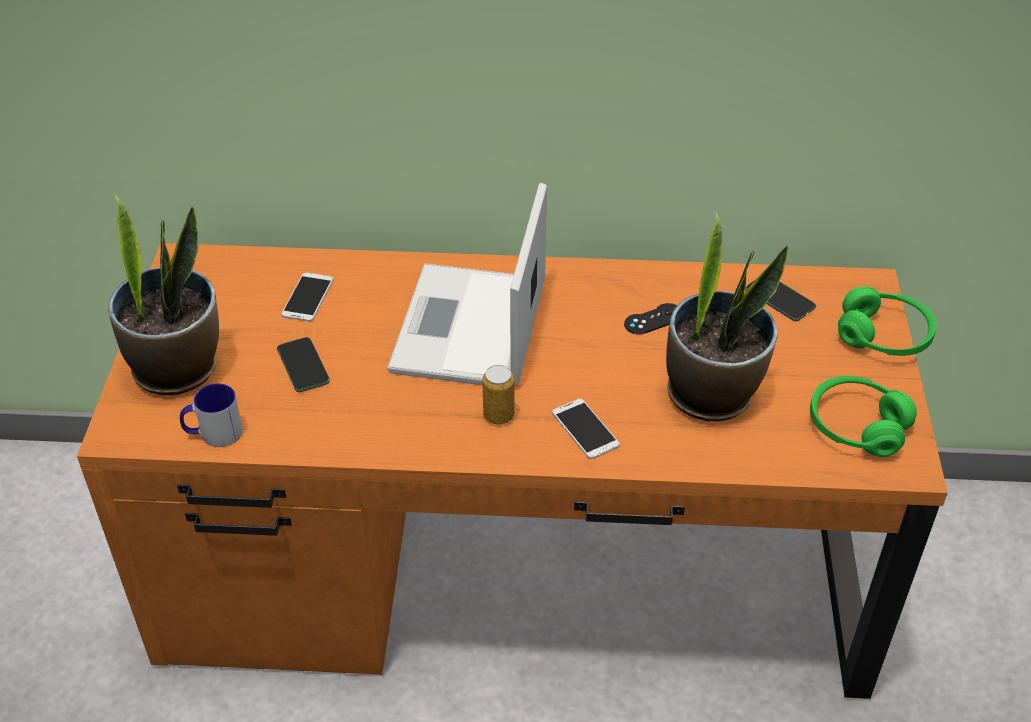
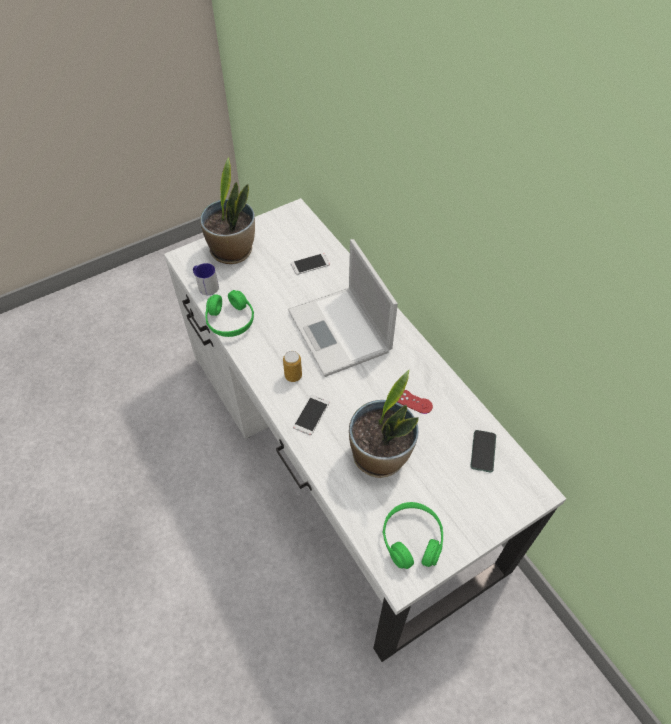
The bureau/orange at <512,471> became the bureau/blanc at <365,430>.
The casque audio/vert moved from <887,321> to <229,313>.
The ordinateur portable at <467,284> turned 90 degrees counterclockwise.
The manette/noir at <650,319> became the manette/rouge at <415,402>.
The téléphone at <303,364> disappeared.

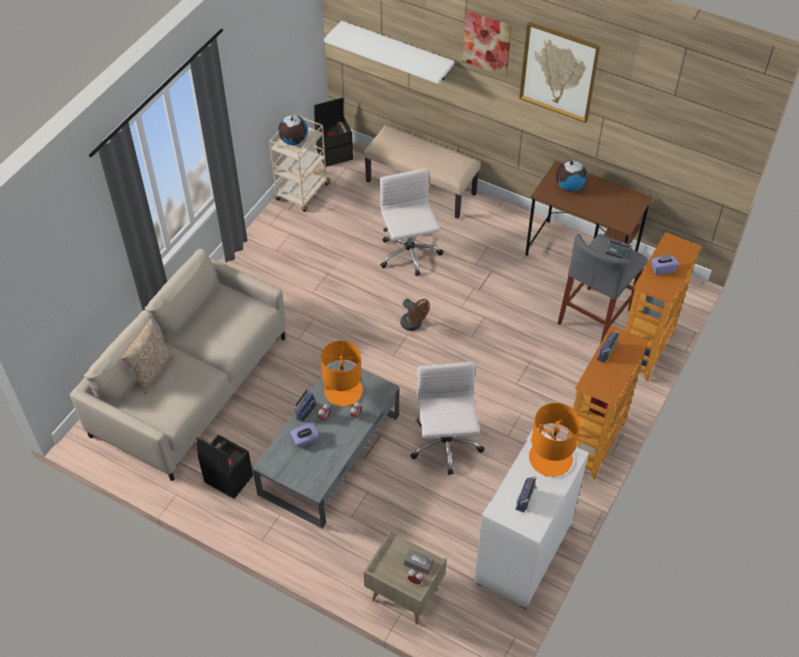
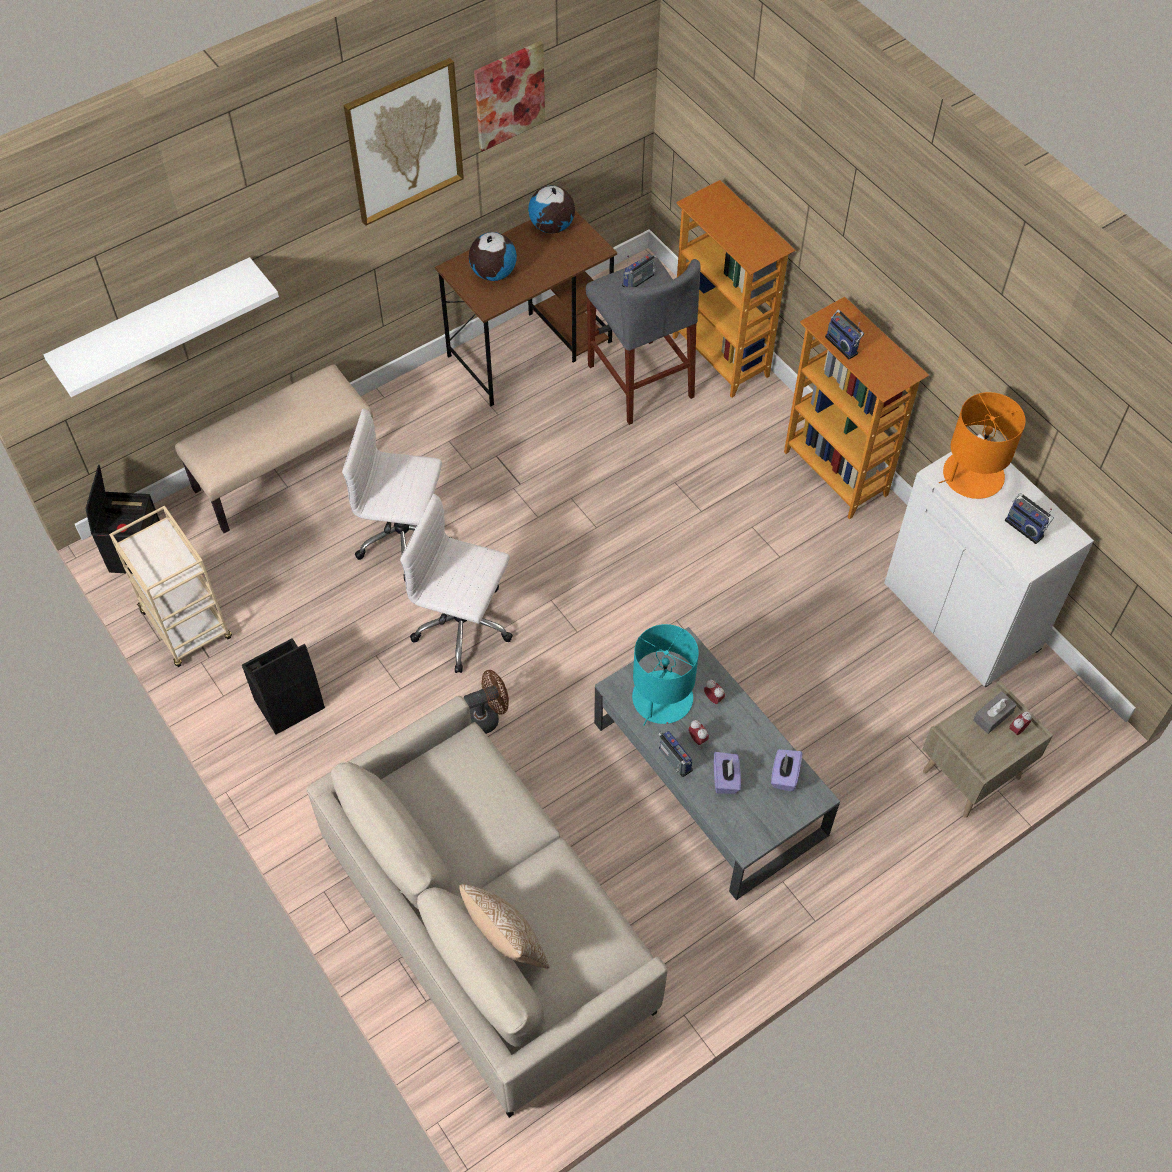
The boîte de rangement/noir moved from <224,466> to <283,686>.
The chaise de bureau/blanc moved from <447,418> to <456,583>.
The ventilateur/marron moved from <415,315> to <486,702>.
The tableau moved from <487,43> to <509,96>.
The globe moved from <293,130> to <551,209>.
The lampe de table/orange at <341,373> became the lampe de table/turquoise at <665,675>.
The boîte à mouchoirs/violet moved from <665,264> to <786,770>.

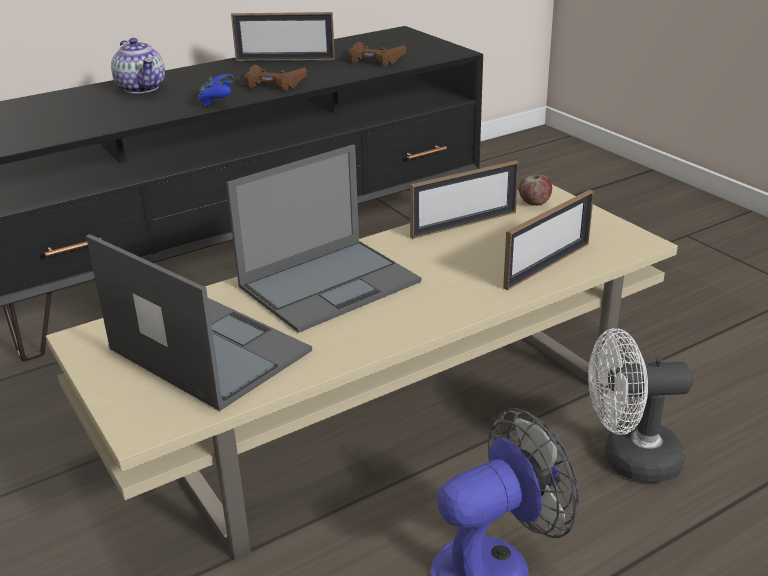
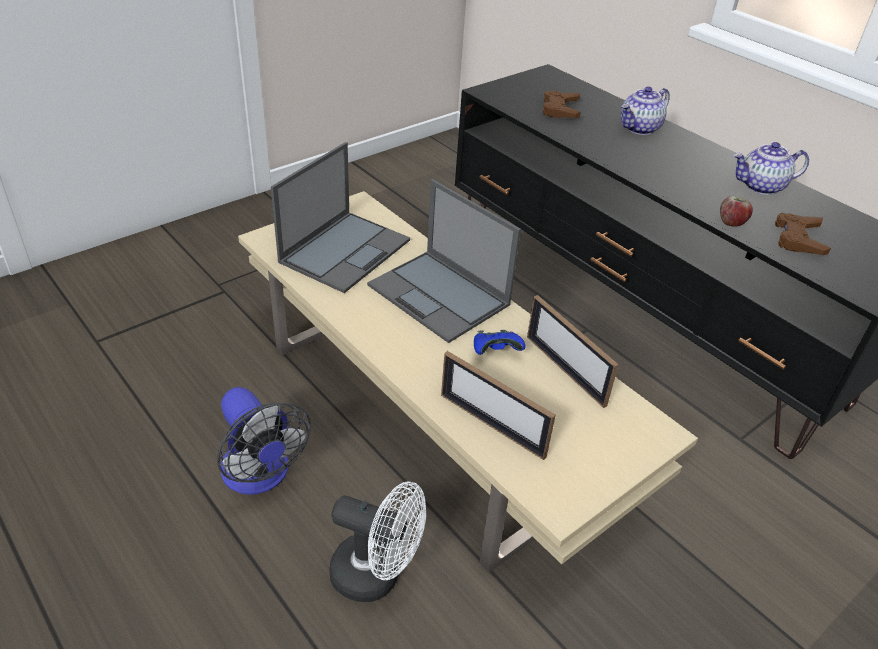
The ventilateur/blanc at <641,405> turned 120 degrees clockwise.
The manette/bleu moved from <216,90> to <500,342>.
The manette/marron moved from <275,77> to <562,104>.
The pomme moved from <535,190> to <736,211>.
The cadre photo at <283,36> was replaced by the théière at <771,168>.

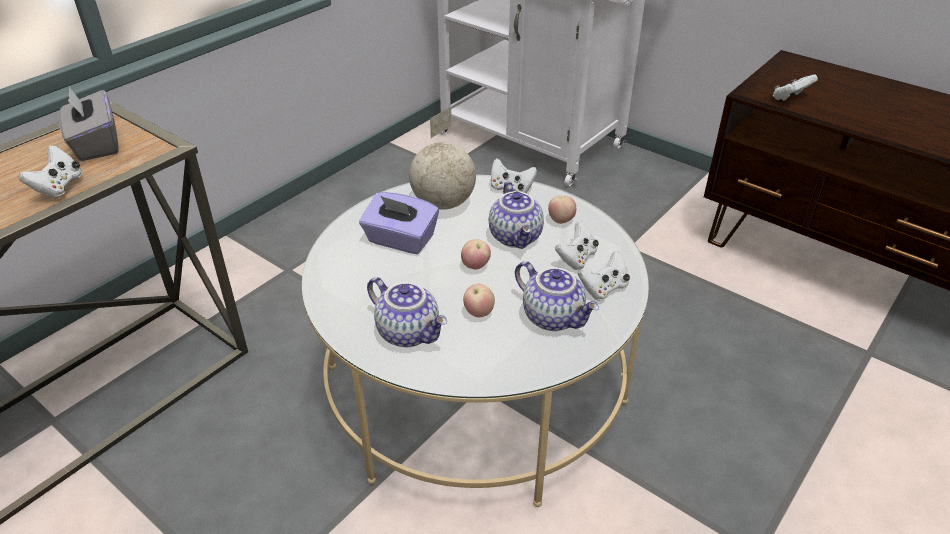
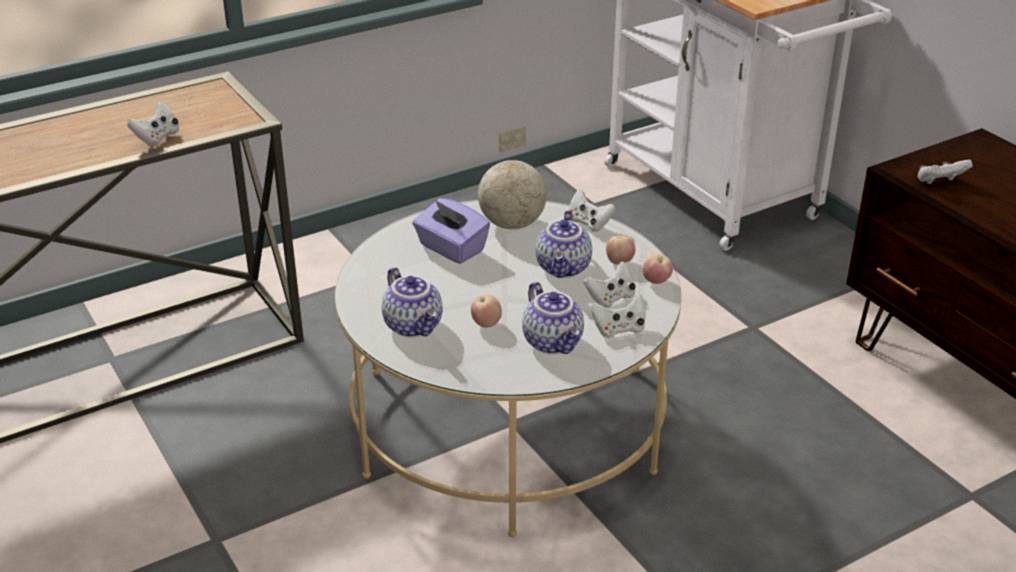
The pomme moved from <476,254> to <658,269>.
The boîte à mouchoirs/gris at <89,124> disappeared.

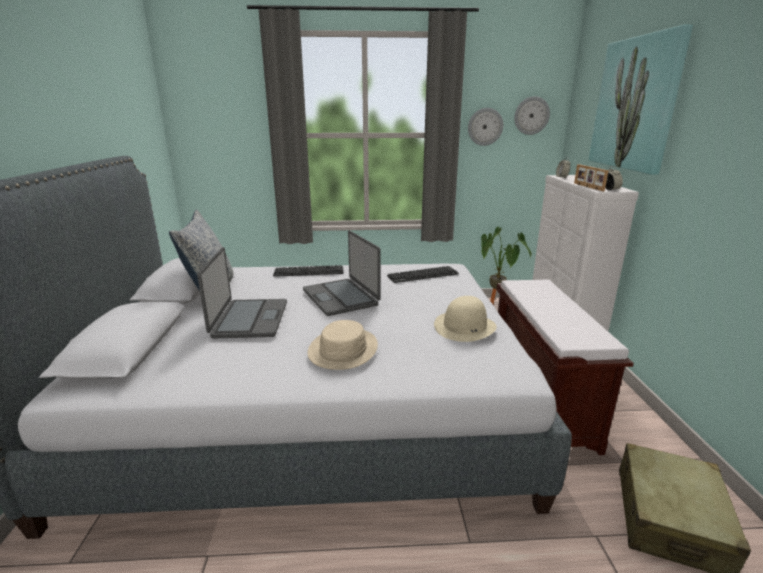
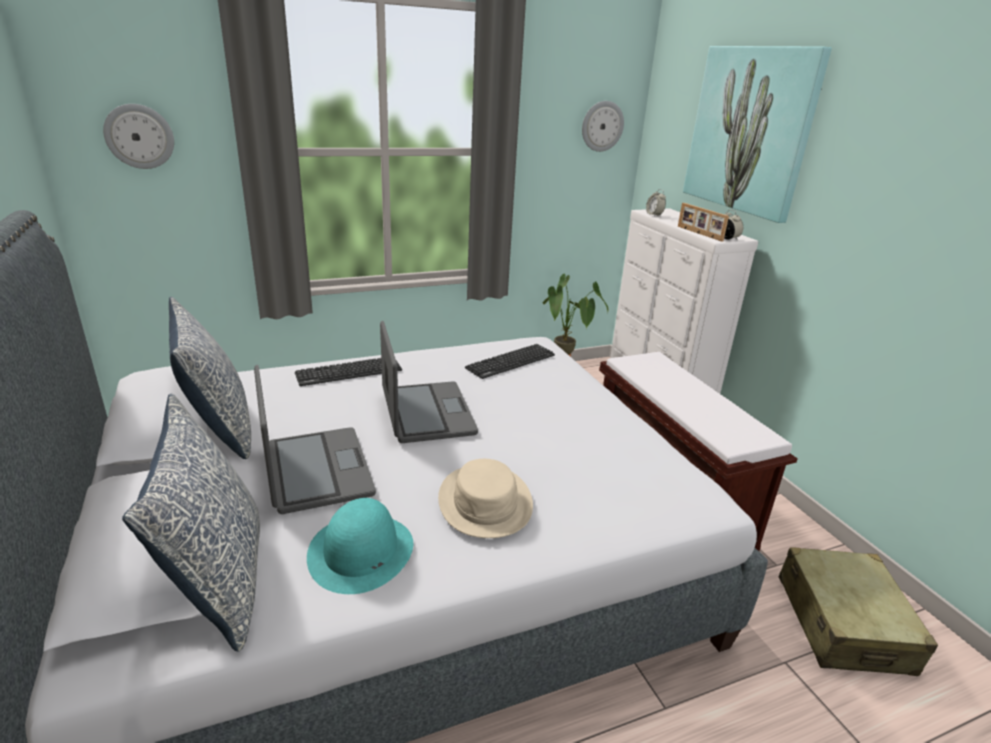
The horloge murale moved from <485,127> to <138,136>.
The coussin at <191,523> appeared.
The chapeau/turquoise at <360,546> appeared.
The ordinateur portable at <342,273> turned 150 degrees counterclockwise.
The chapeau/beige at <465,319> disappeared.

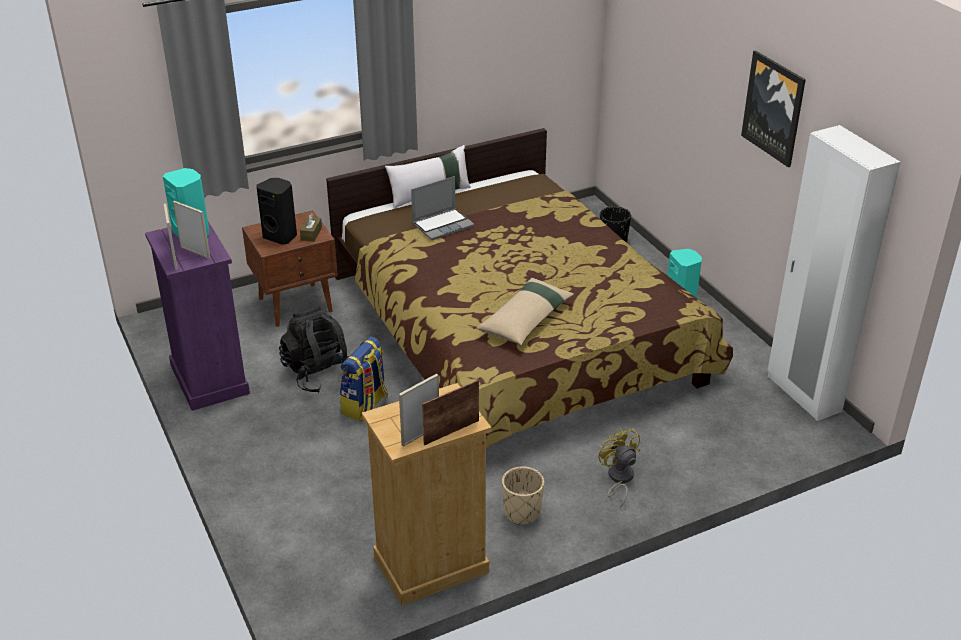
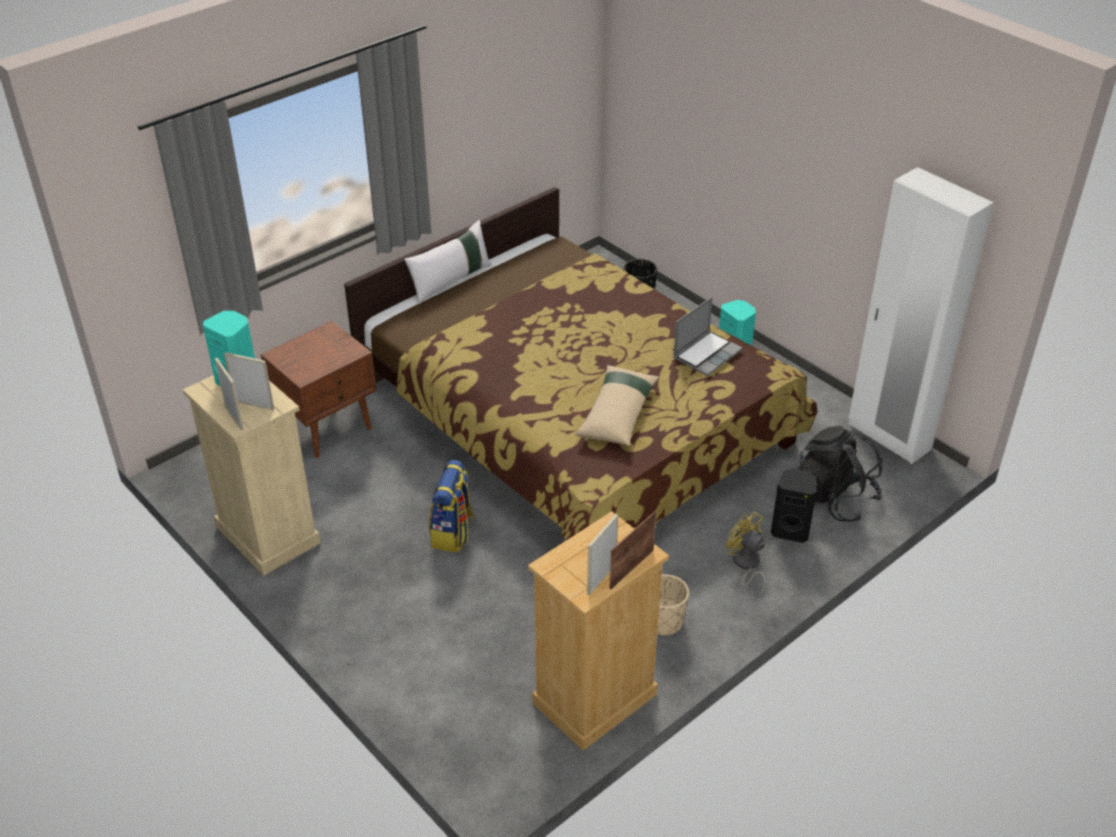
The commode/violet at <197,316> became the commode/beige at <251,475>.
The ordinateur portable moved from <443,208> to <708,336>.
The enceinte/noir moved from <277,211> to <794,506>.
The sac à dos/noir moved from <313,349> to <840,474>.
The boîte à mouchoirs/marron at <311,227> disappeared.
The tableau at <773,108> disappeared.

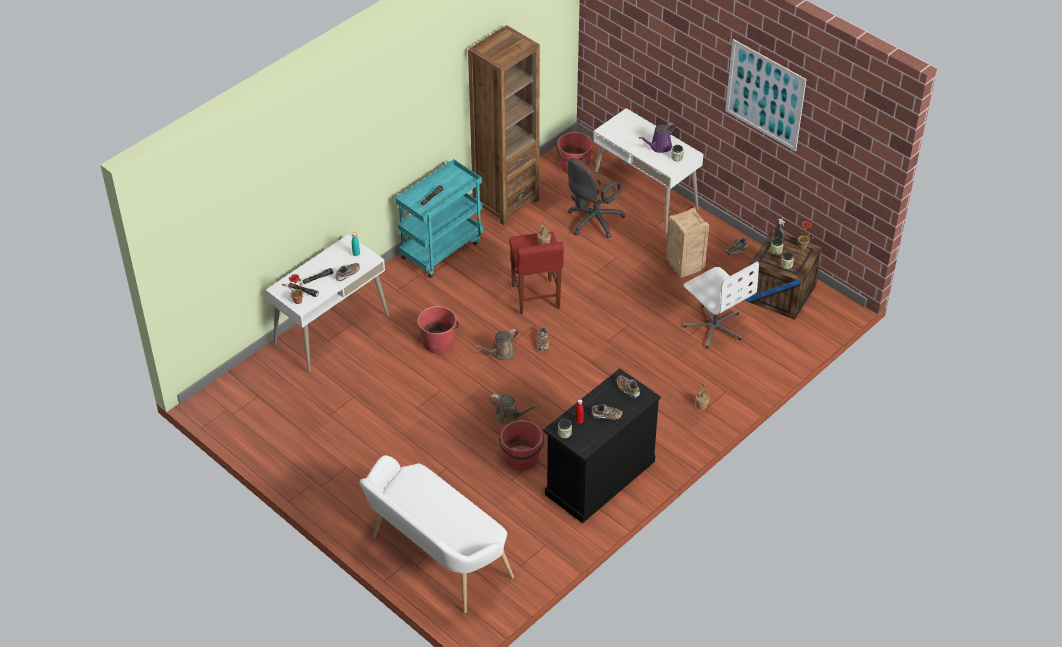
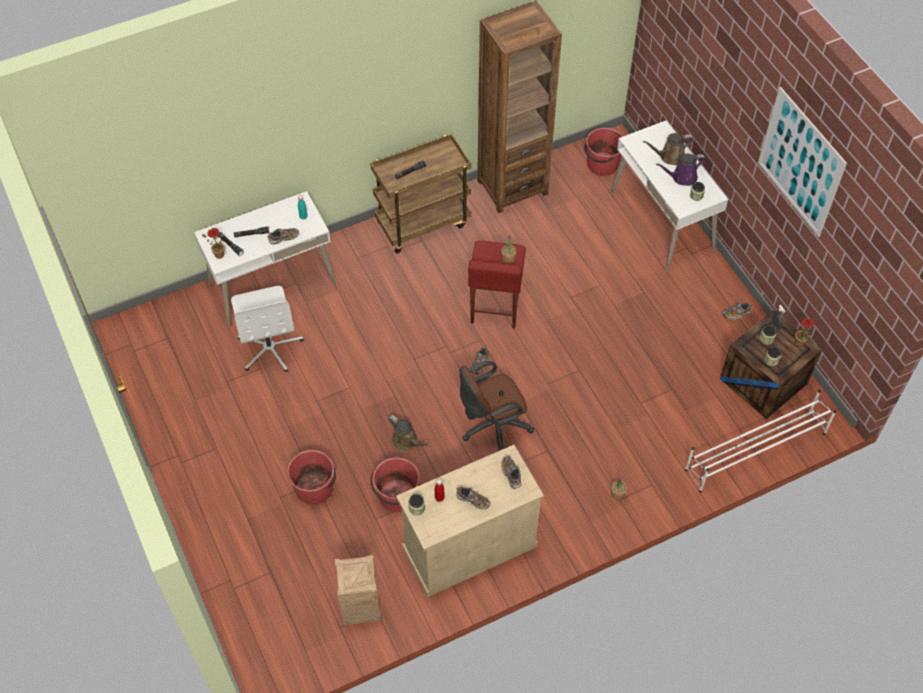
The chaise de bureau/blanc moved from <721,305> to <267,329>.
The seau/rouge moved from <438,329> to <311,477>.
The caisse moved from <687,243> to <358,590>.
The chariot/turquoise at <439,218> became the chariot/marron at <420,193>.
The meuble de rangement/noir at <602,445> became the meuble de rangement/beige at <470,521>.
The chaise de bureau/marron moved from <597,198> to <497,406>.
The arrosoir/marron moved from <496,344> to <668,149>.
The étagère à chaussures/blanc at <760,441> appeared.
The banc/blanc at <436,534> disappeared.

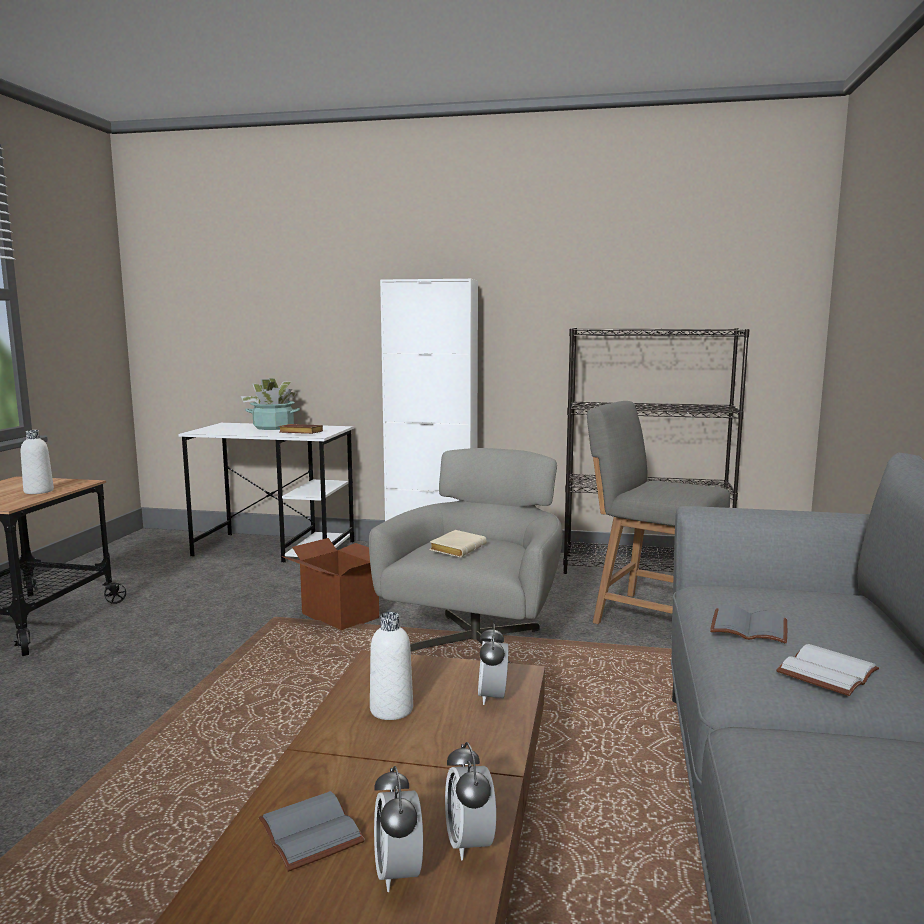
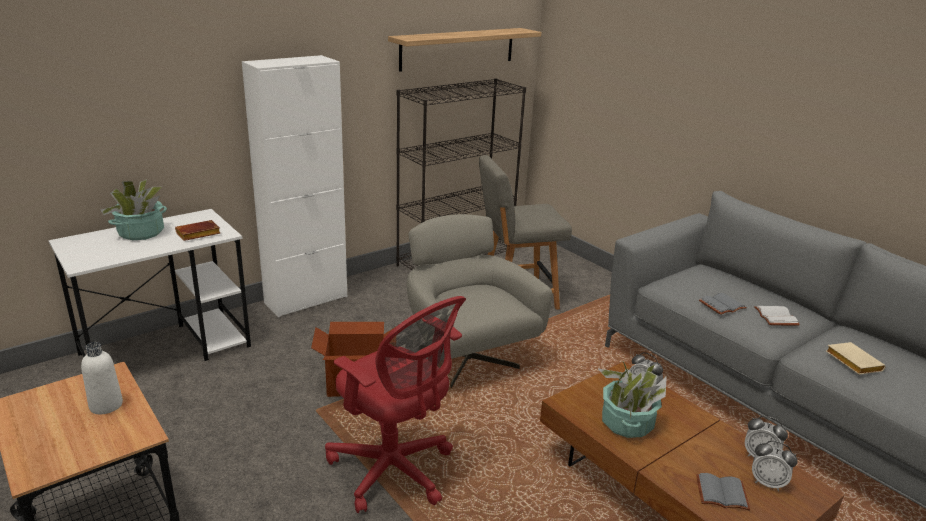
The chaise de bureau/rouge at <395,404> appeared.
The étagère at <464,50> appeared.
The bouteille/blanc at <391,666> was replaced by the plante en pot at <632,400>.
The livre/beige moved from <458,543> to <856,358>.

